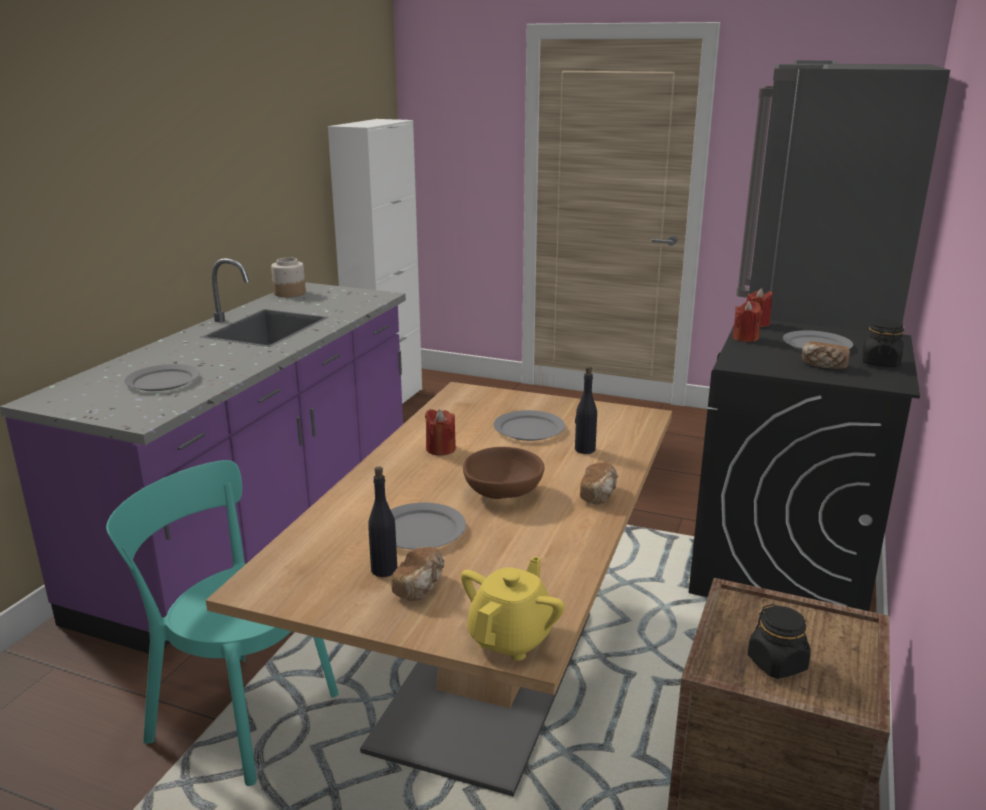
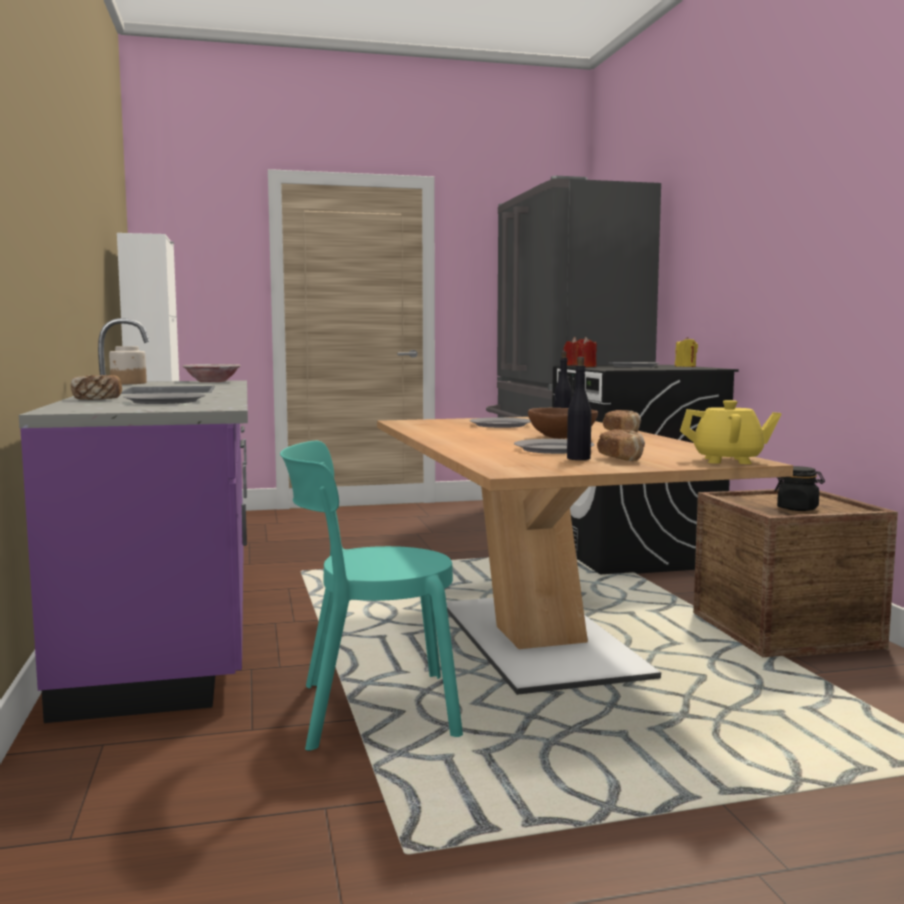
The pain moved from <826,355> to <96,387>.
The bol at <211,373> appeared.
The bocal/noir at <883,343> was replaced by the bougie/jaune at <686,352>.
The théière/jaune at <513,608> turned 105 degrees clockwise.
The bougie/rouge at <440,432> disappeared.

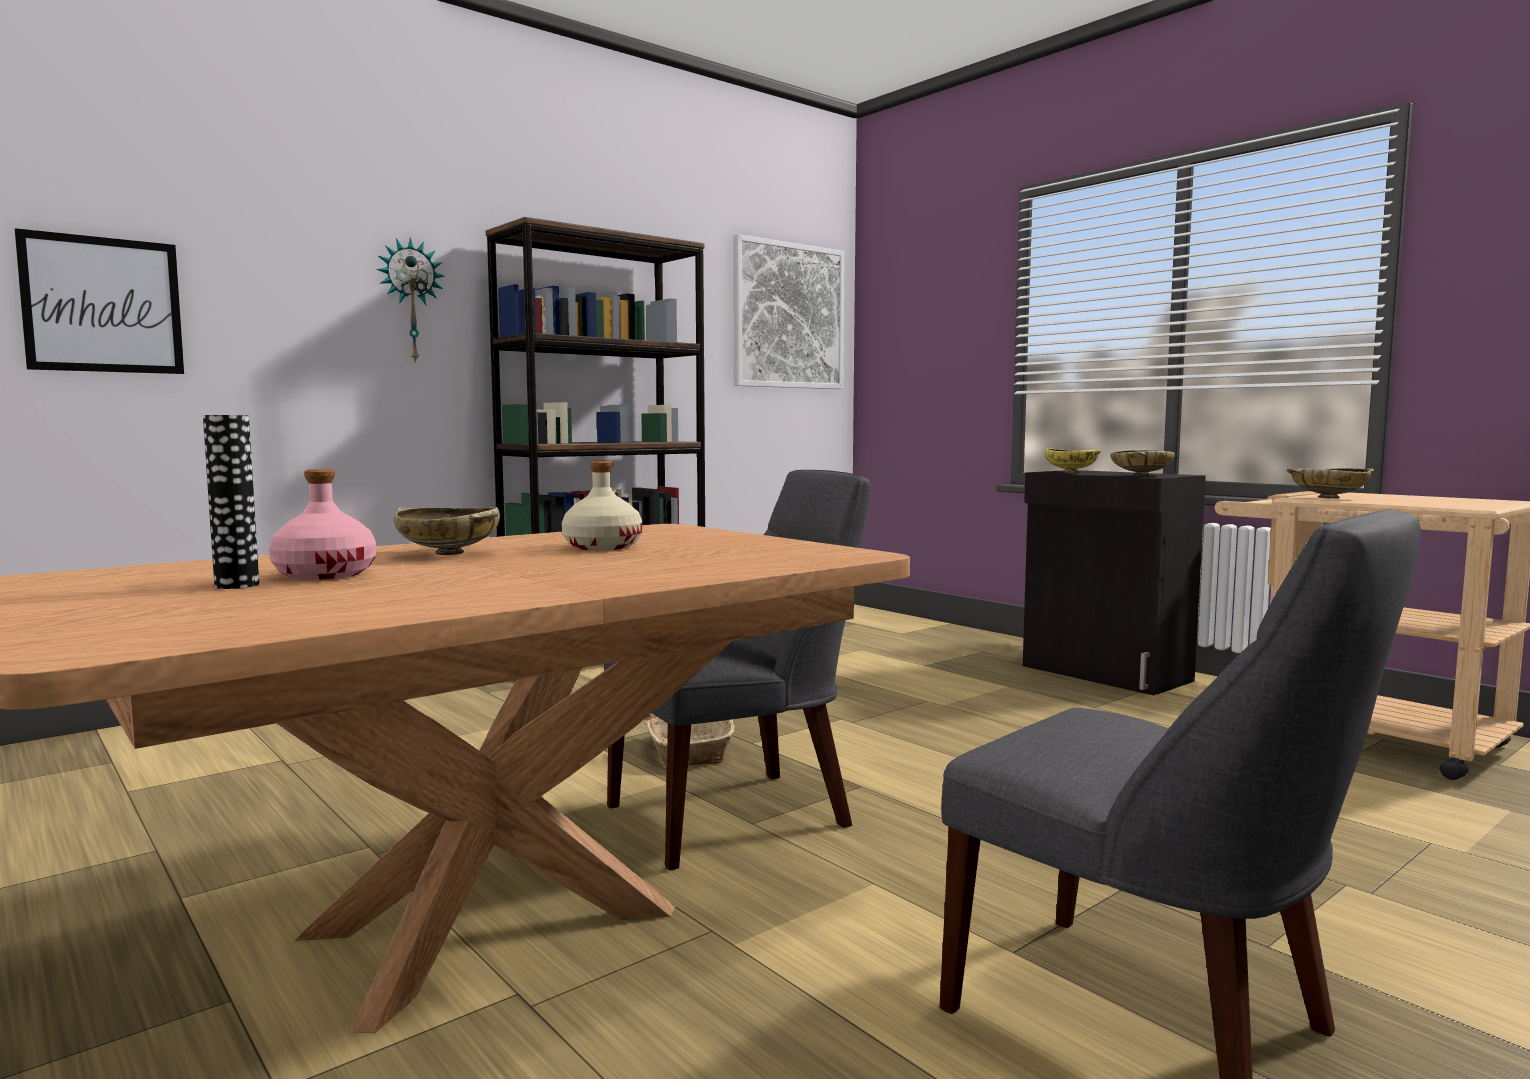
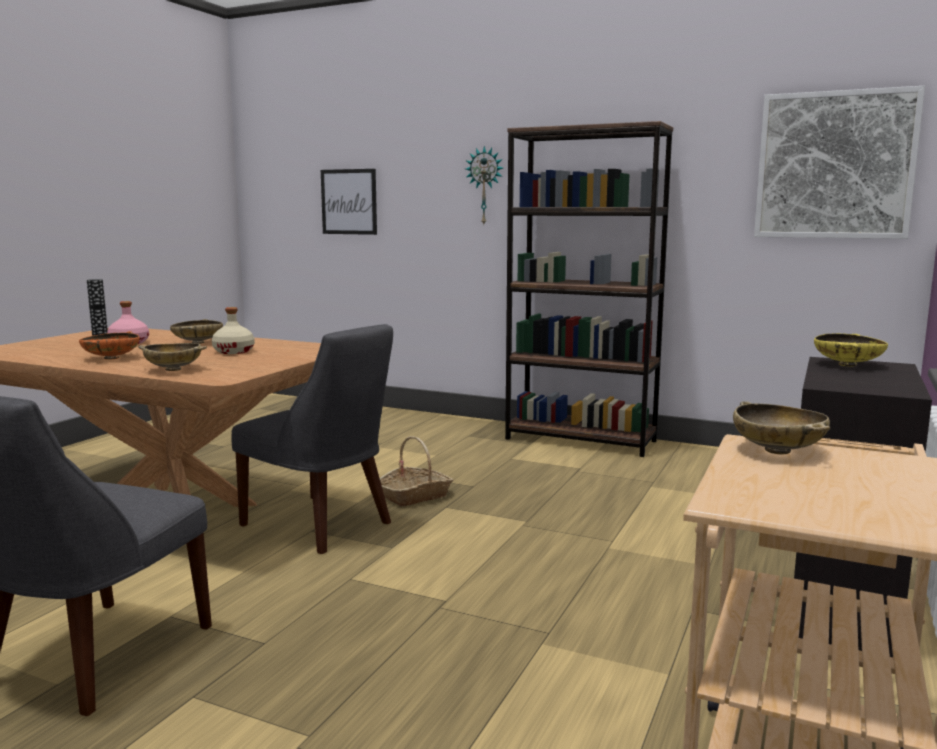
The bol/orange at <109,345> appeared.
The bol/beige moved from <1142,463> to <172,357>.

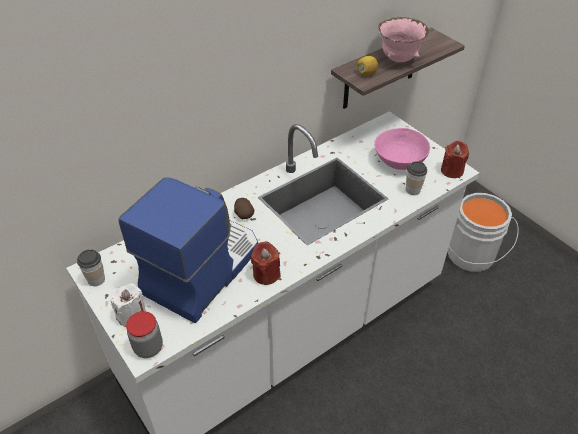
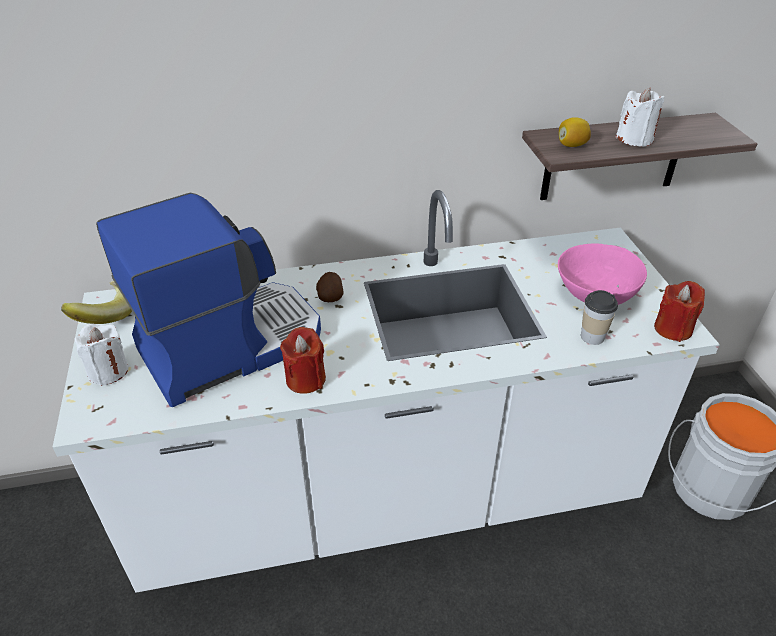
The tasse at <91,268> was replaced by the banane at <96,302>.
The bol/rose at <403,39> was replaced by the bougie/blanc at <640,117>.
The bocal at <144,334> disappeared.

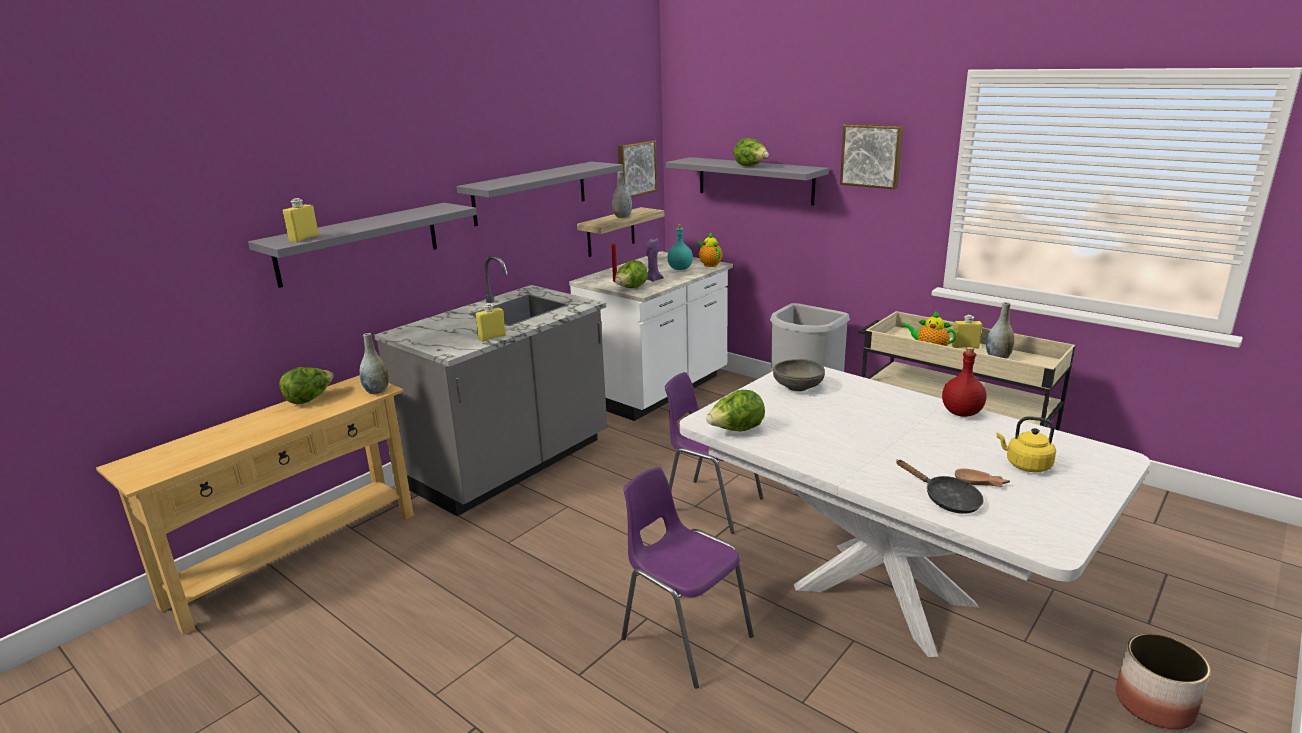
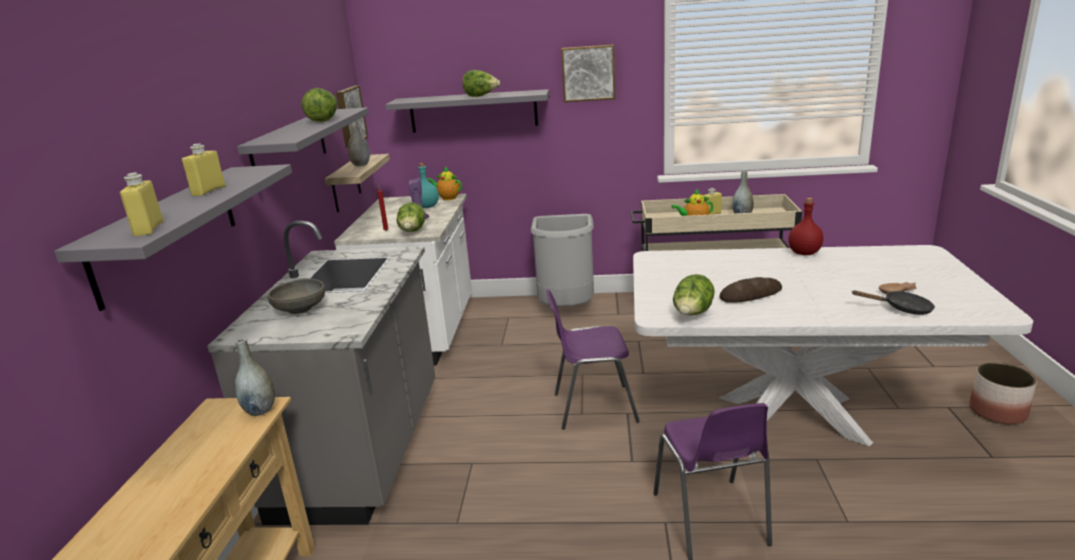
The bouteille/jaune moved from <490,322> to <203,169>.
The bol/gris moved from <799,375> to <296,296>.
The laitue moved from <306,385> to <319,105>.
The chaise/violet at <687,578> turned 105 degrees counterclockwise.
The pain at <750,290> appeared.
The bouilloire/jaune at <1026,444> disappeared.

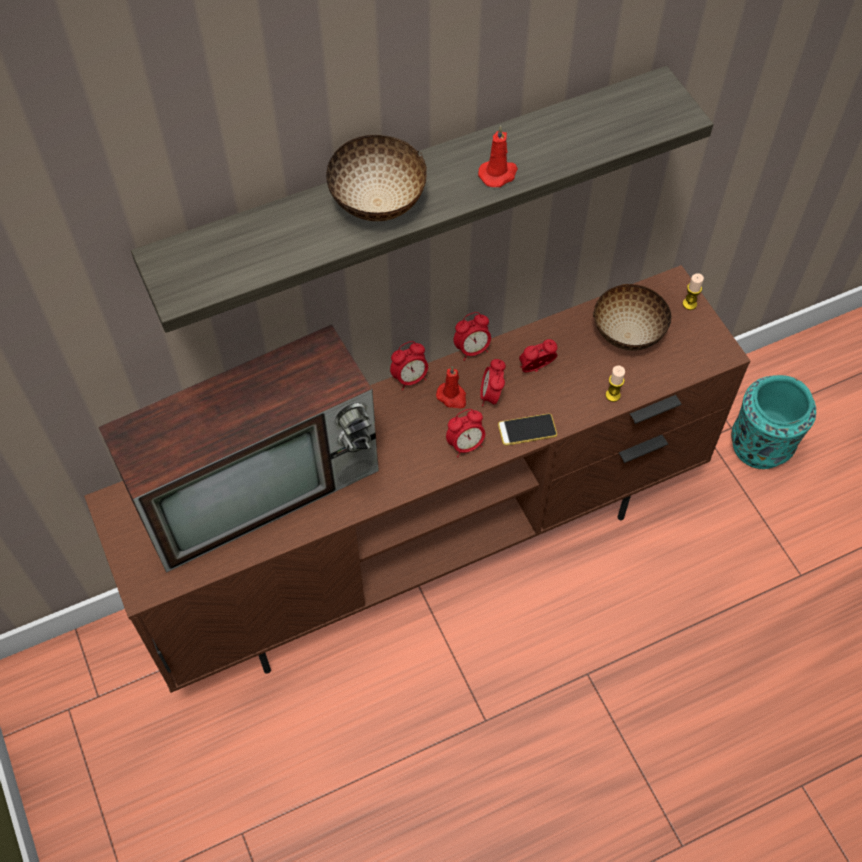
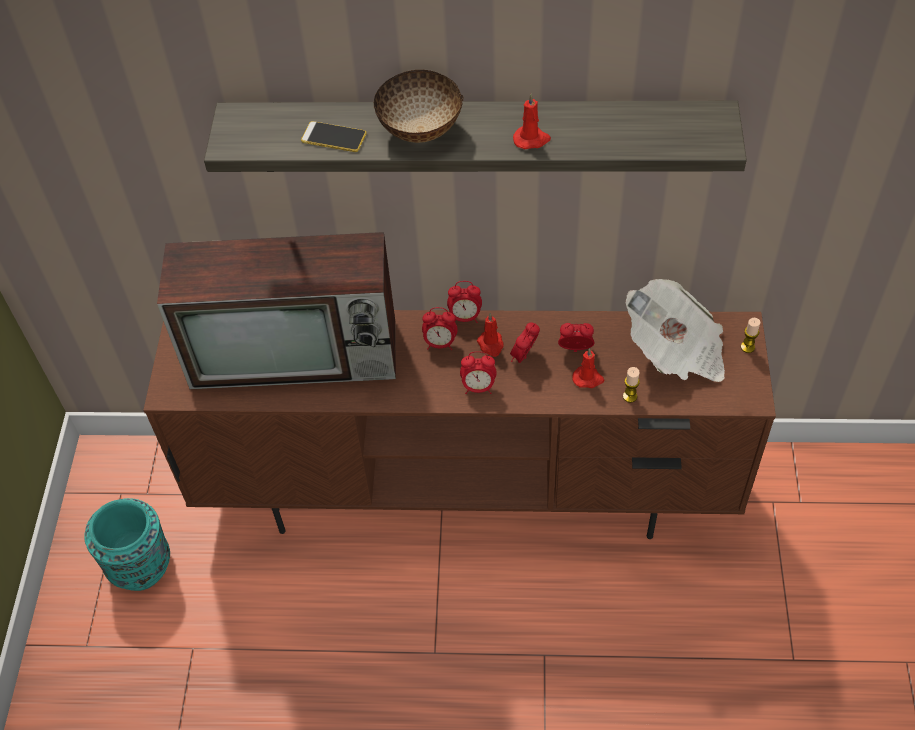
The vase/turquoise moved from <773,422> to <127,544>.
The téléphone moved from <527,429> to <334,136>.
The réveil moved from <472,336> to <440,328>.
The bougie/rouge at <588,368> appeared.
The bol at <632,317> was replaced by the journal at <675,330>.

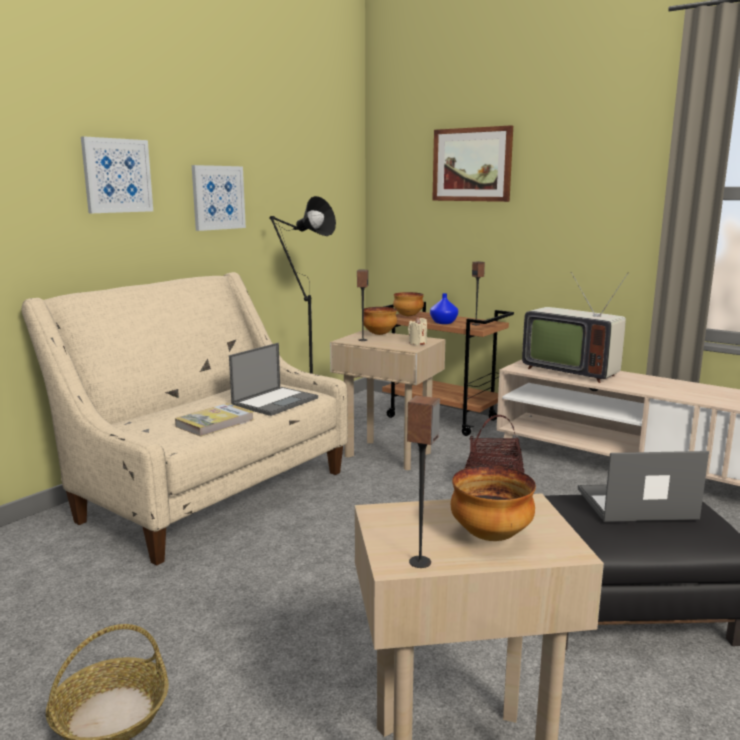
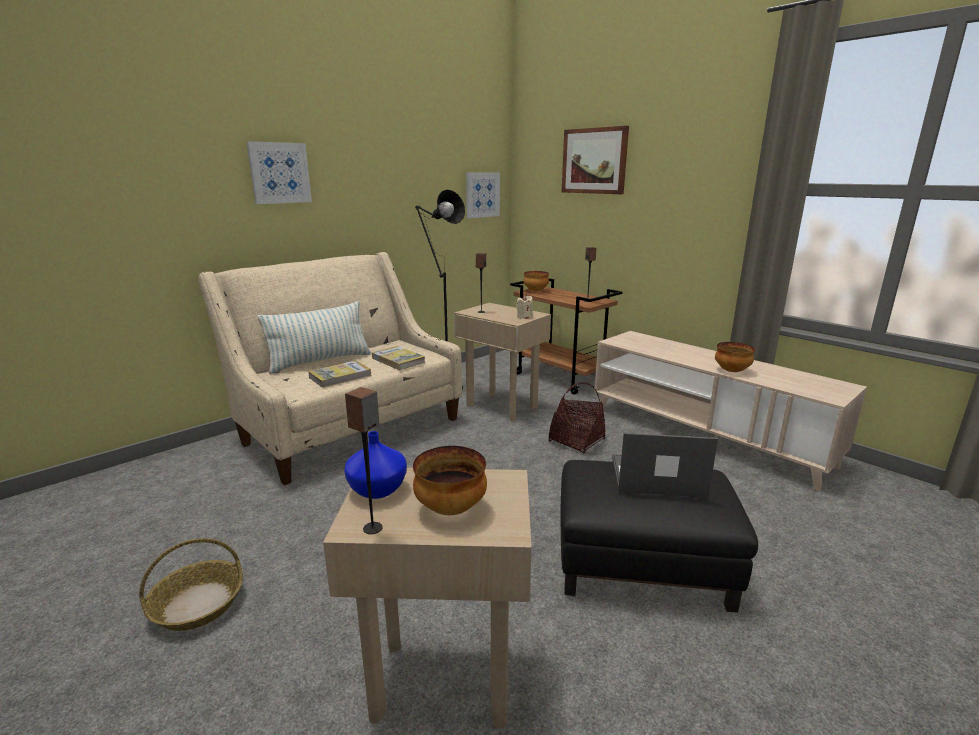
The coussin at <314,337> appeared.
The vase/bleu moved from <444,308> to <375,465>.
The ordinateur portable at <273,379> was replaced by the livre at <398,358>.
The tableau moved from <219,198> to <483,195>.
The bol moved from <380,321> to <735,357>.
The téléviseur at <575,327> disappeared.

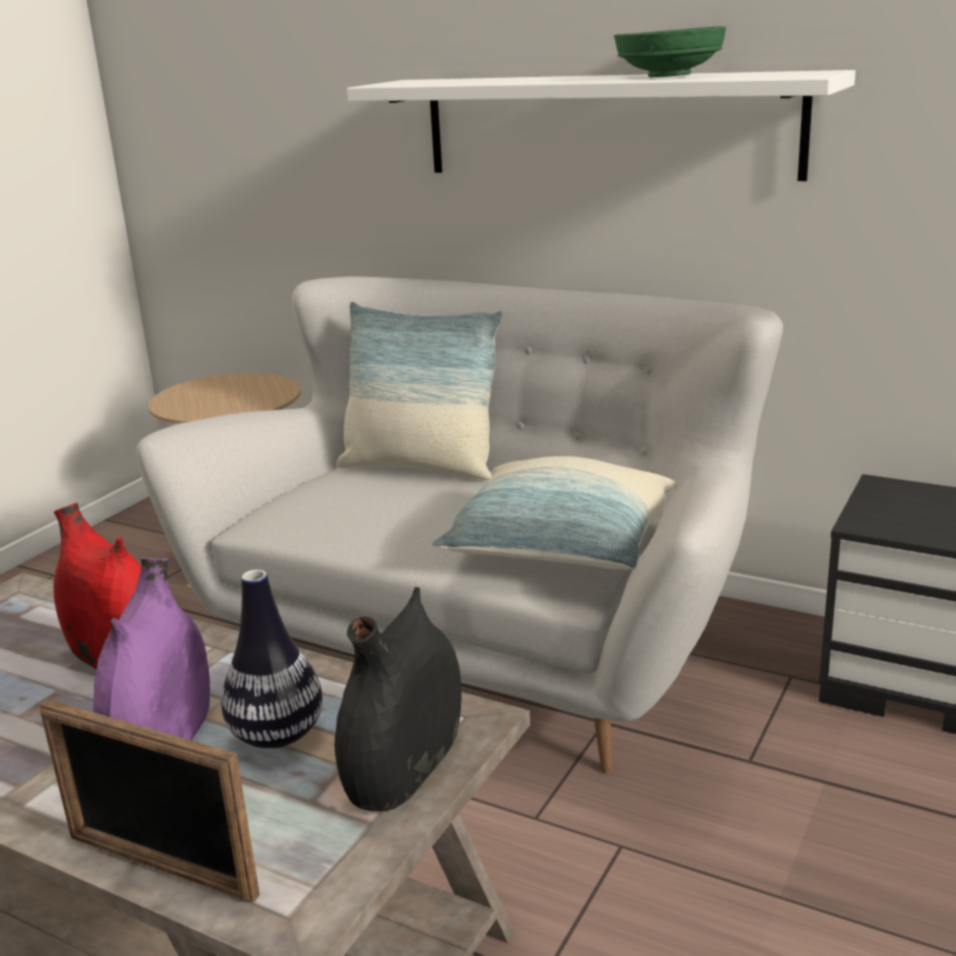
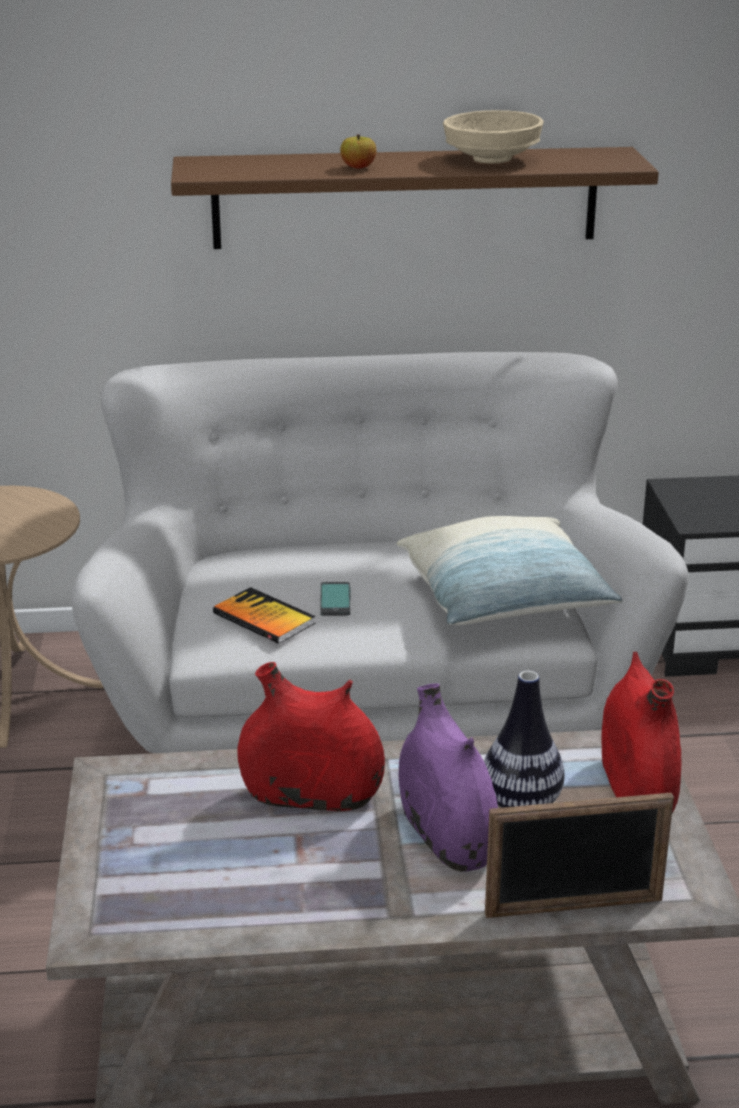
The étagère/blanc at <601,125> became the étagère/marron at <415,198>.
The livre at <264,615> appeared.
The téléphone at <335,599> appeared.
The pomme at <358,151> appeared.
The bol/vert at <670,51> became the bol/beige at <493,137>.
The vase/noir at <398,699> became the vase/rouge at <641,733>.
The coussin at <420,391> disappeared.

